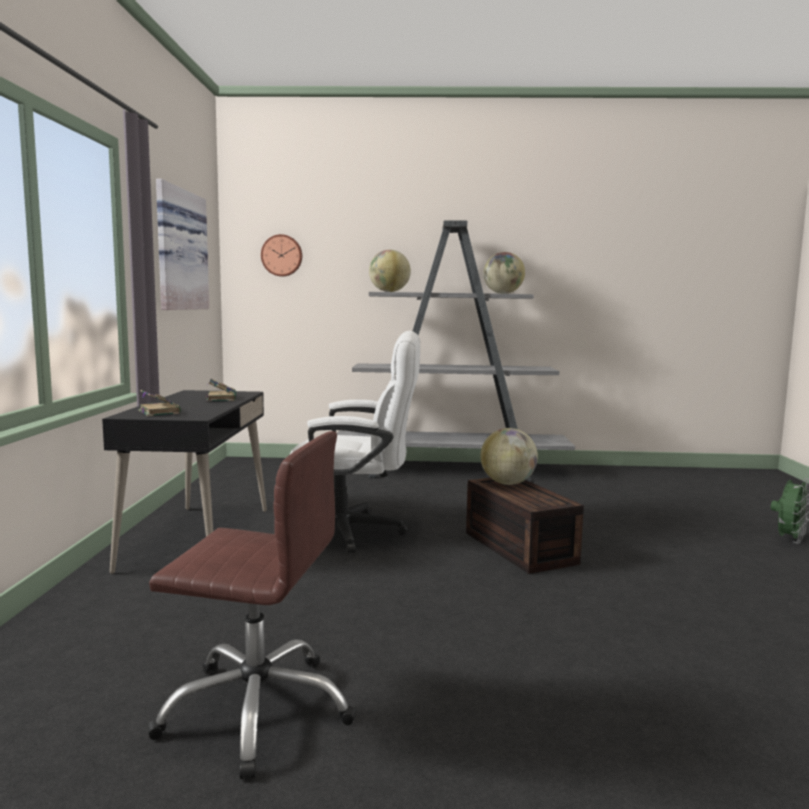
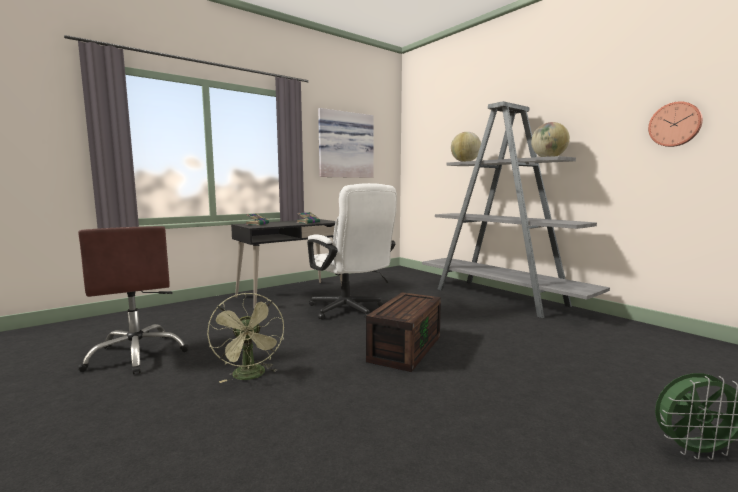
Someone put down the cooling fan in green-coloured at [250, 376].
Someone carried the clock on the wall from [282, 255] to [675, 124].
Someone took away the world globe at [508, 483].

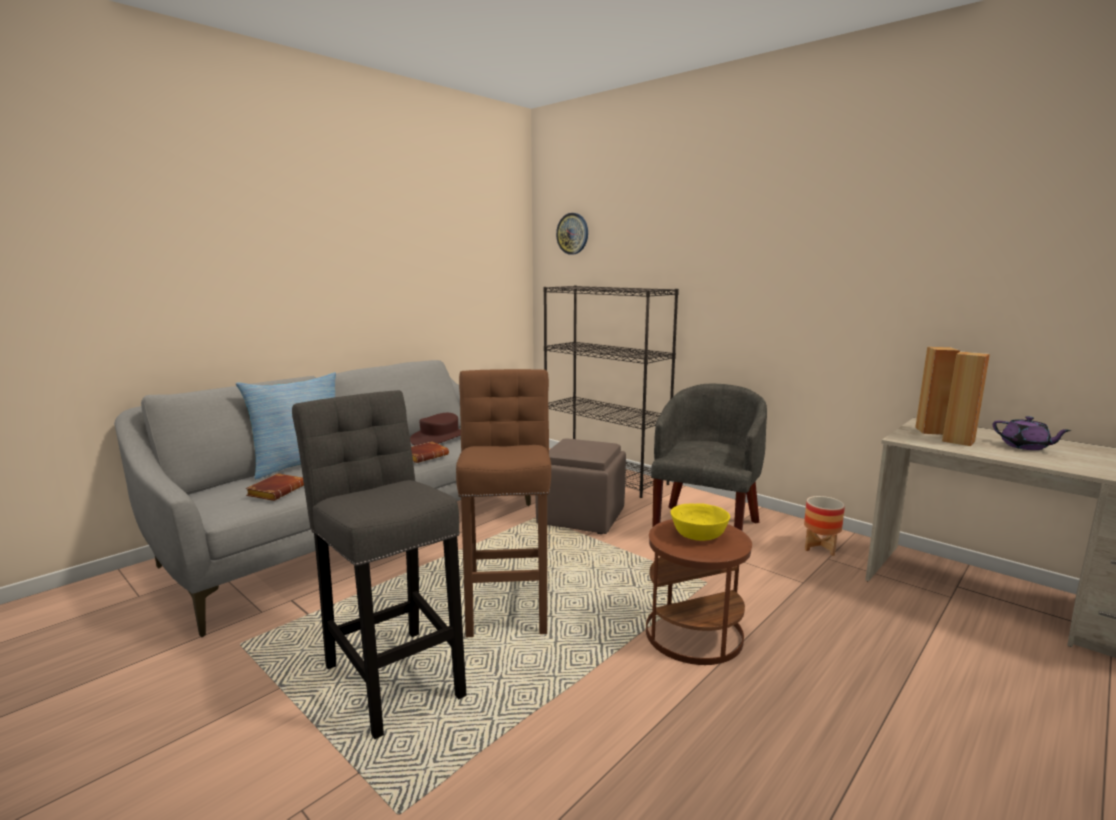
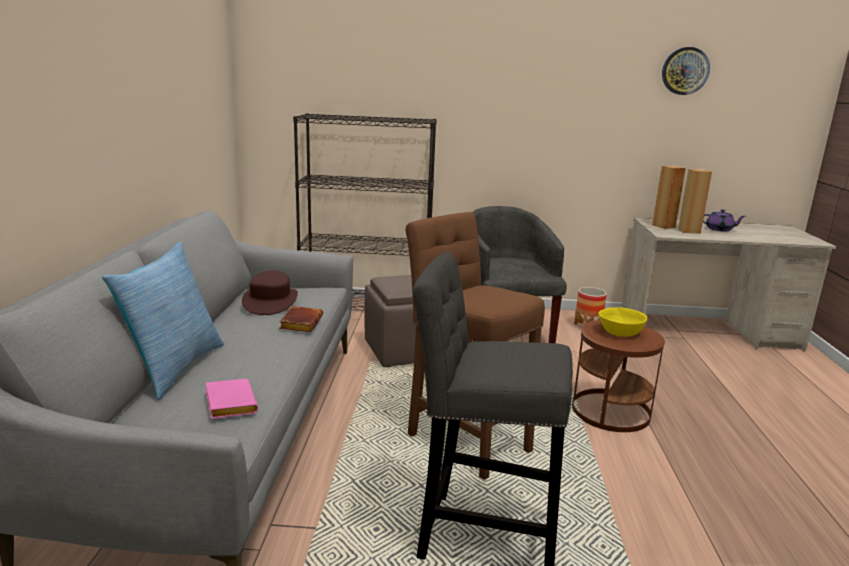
Someone repainted the volume in brown at [276, 491], which became the volume in pink at [228, 403].
Someone carried the clock on the wall from [572, 233] to [685, 71].

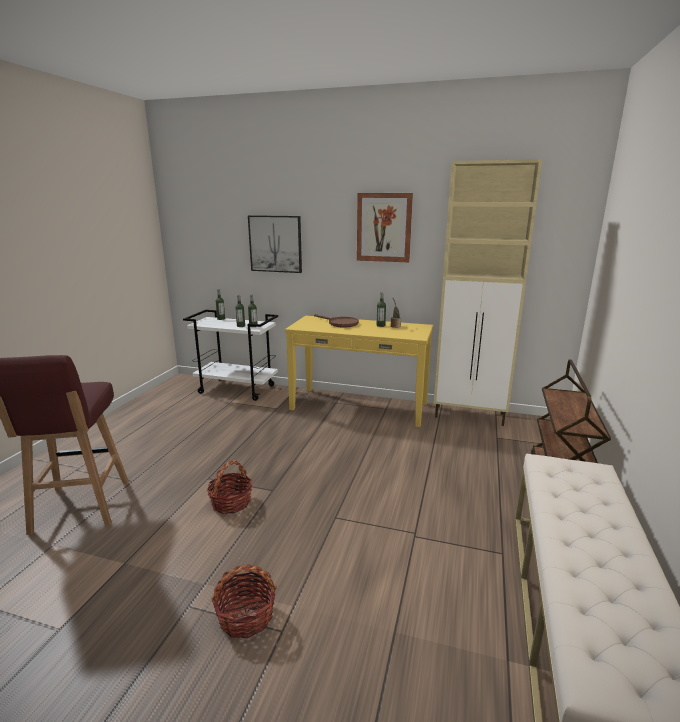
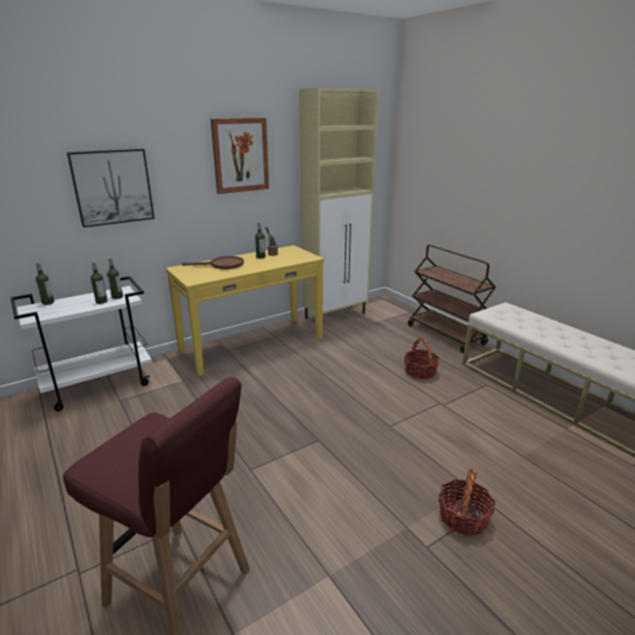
Someone carried the storage basket from [231, 502] to [420, 372].

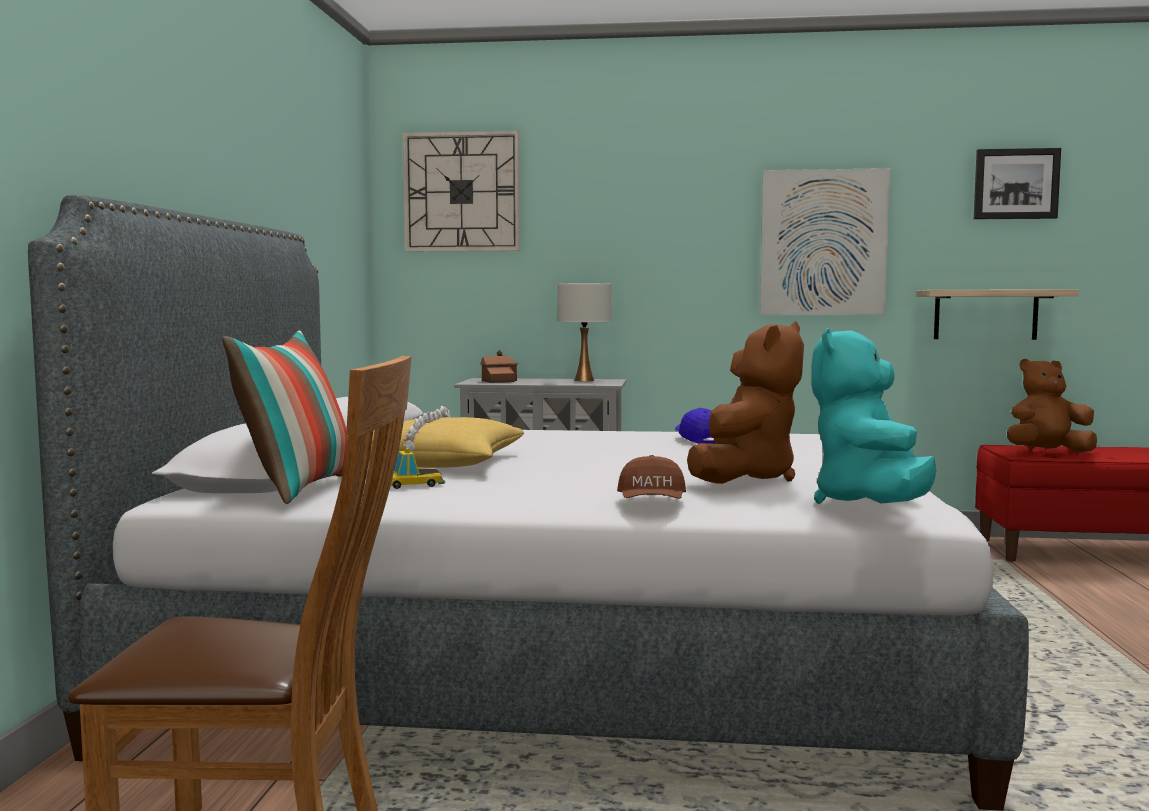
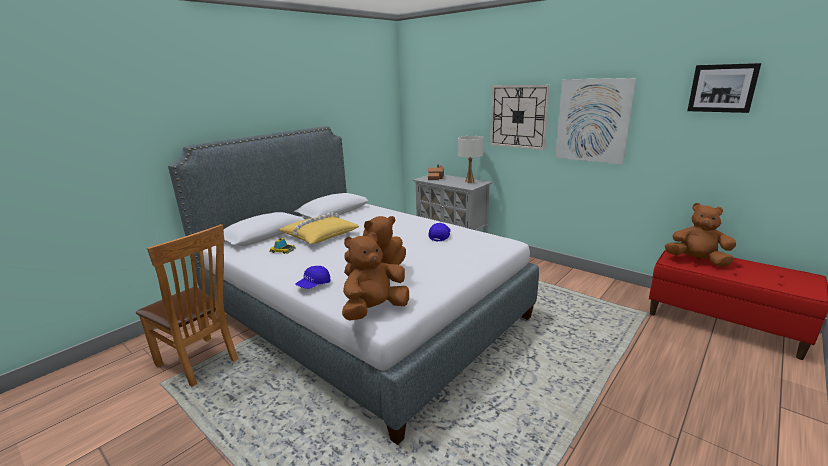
Someone repainted the baseball cap in brown at [652, 504], which became the baseball cap in blue at [313, 285].
Someone repainted the plush toy in blue-green at [871, 506], which became the plush toy in brown at [375, 310].
Someone carried the clock on the wall from [461, 192] to [518, 116].
Someone took away the pillow at [297, 489].
Someone took away the bracket shelf at [985, 314].

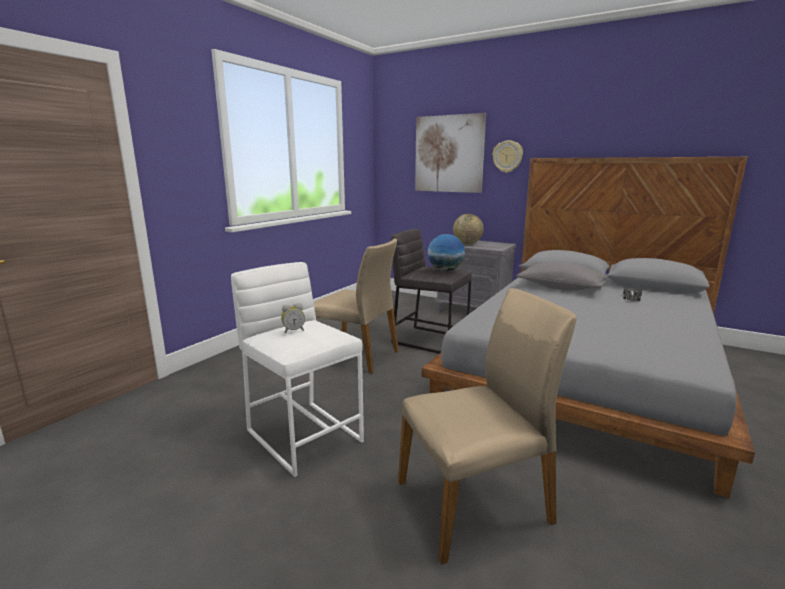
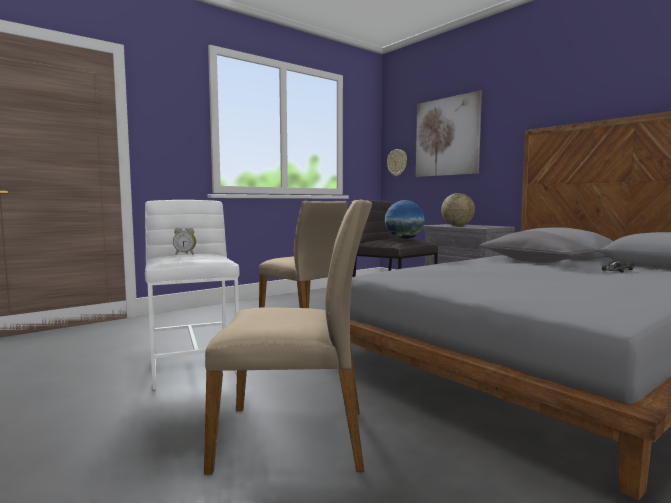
Someone carried the clock on the wall from [507, 156] to [397, 162].

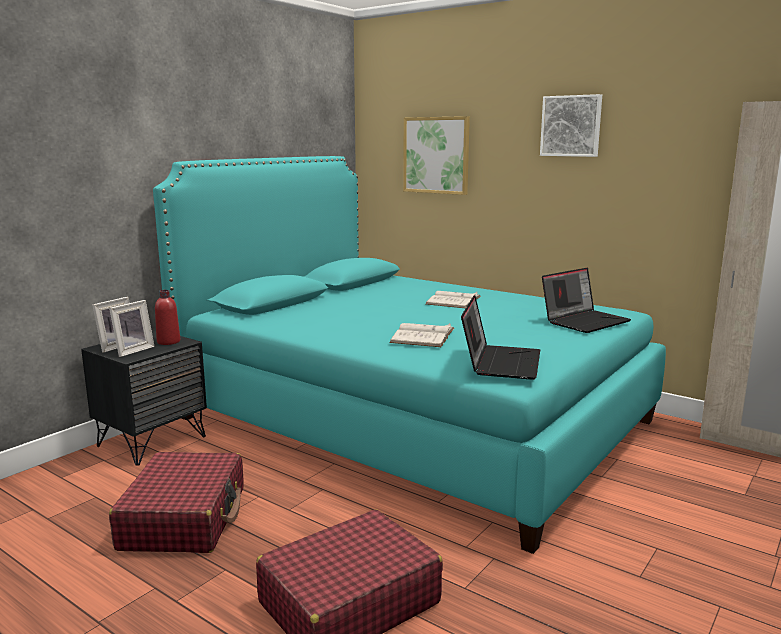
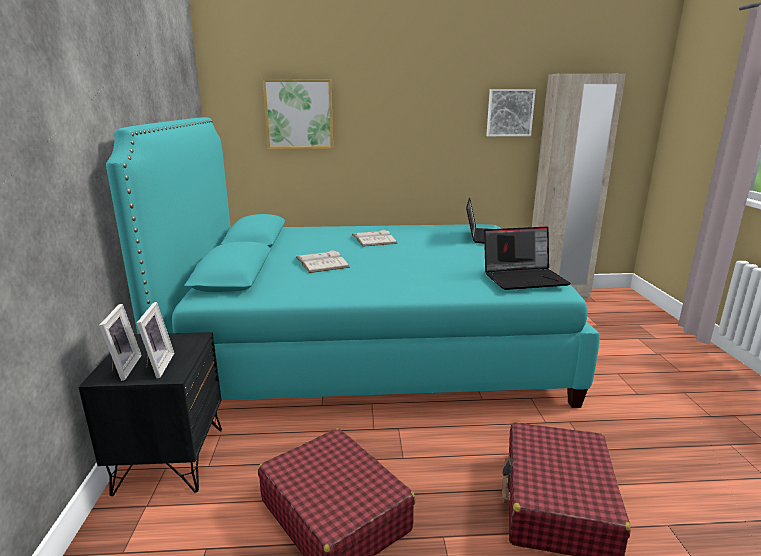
Someone carried the volume in white from [423, 335] to [322, 262].
Someone rotated the notebook computer at [500, 362] by 105 degrees clockwise.
Someone carried the picture from [571, 126] to [509, 112].
Someone took away the drink bottle in red at [168, 342].

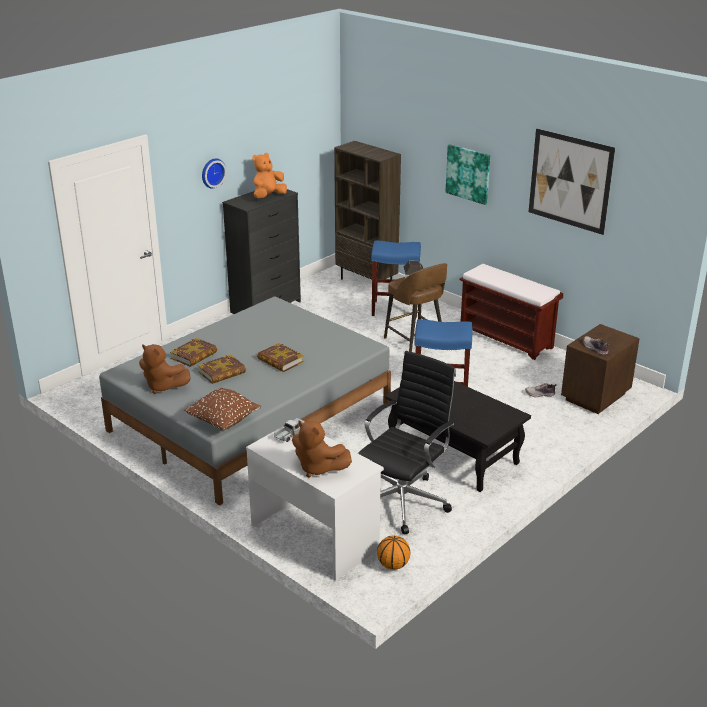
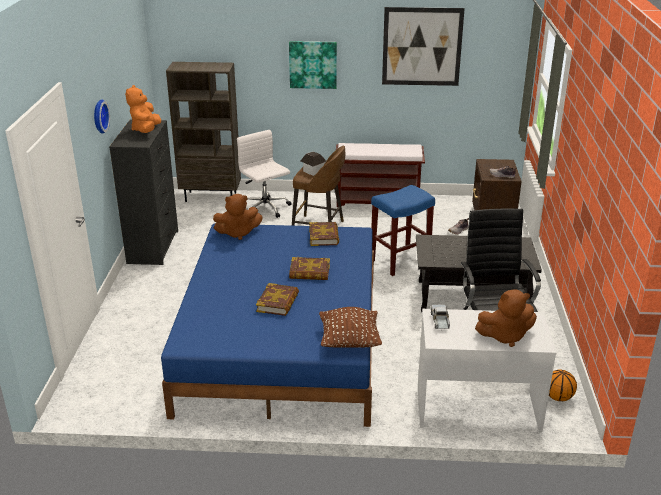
Someone repainted the bedroom bed in grey at [250, 417], which became the bedroom bed in blue at [281, 342].
Someone carried the plush toy in brown from [163, 386] to [238, 233].
Someone swapped the stool in blue at [395, 309] for the computer chair in white at [266, 209].
Someone carried the volume from [194, 355] to [324, 237].

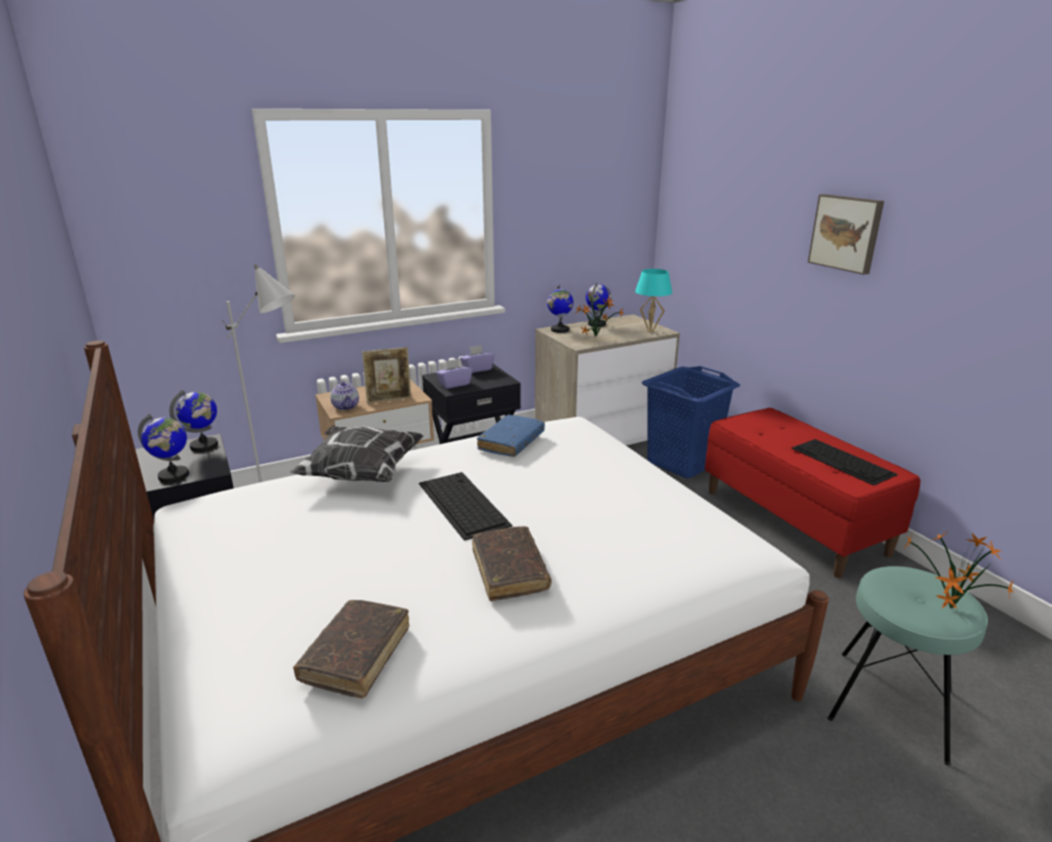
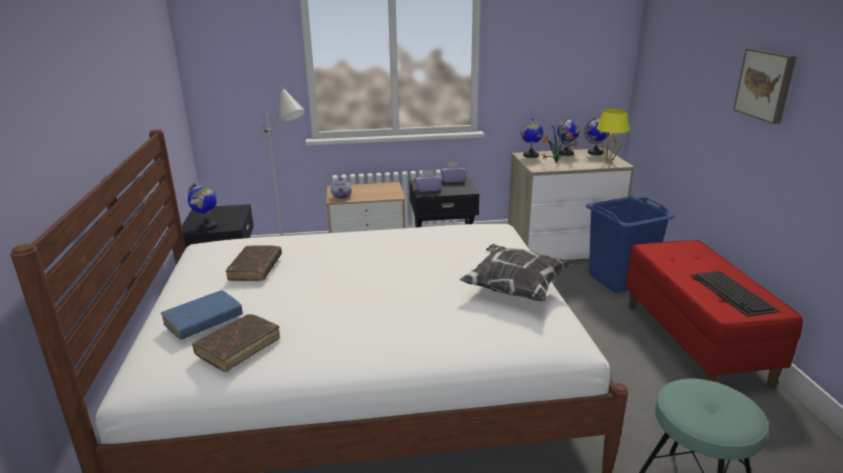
Someone carried the volume in blue from [511, 442] to [203, 321].
Someone carried the volume in brown from [509, 570] to [255, 269].
Someone carried the pillow from [361, 473] to [514, 289].
Someone carried the world globe from [204, 446] to [595, 153].
Someone repainted the tabletop lamp in blue-green at [650, 331], which became the tabletop lamp in yellow at [608, 163].
Someone took away the picture frame at [389, 400].
Someone took away the keyboard at [462, 503].
Someone took away the plant in a pot at [948, 609].

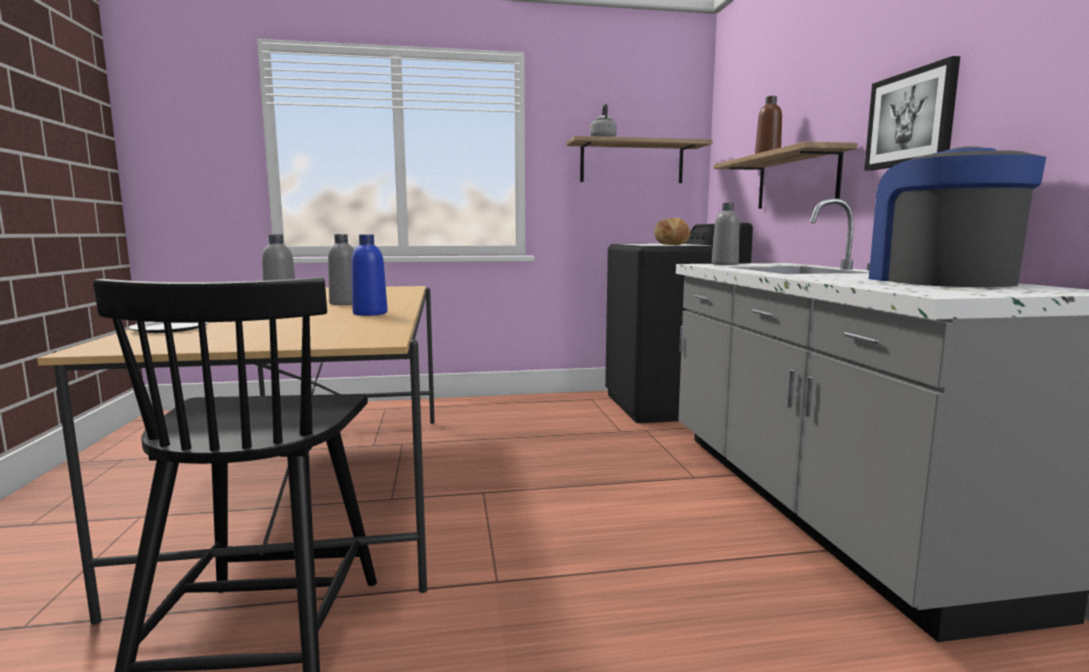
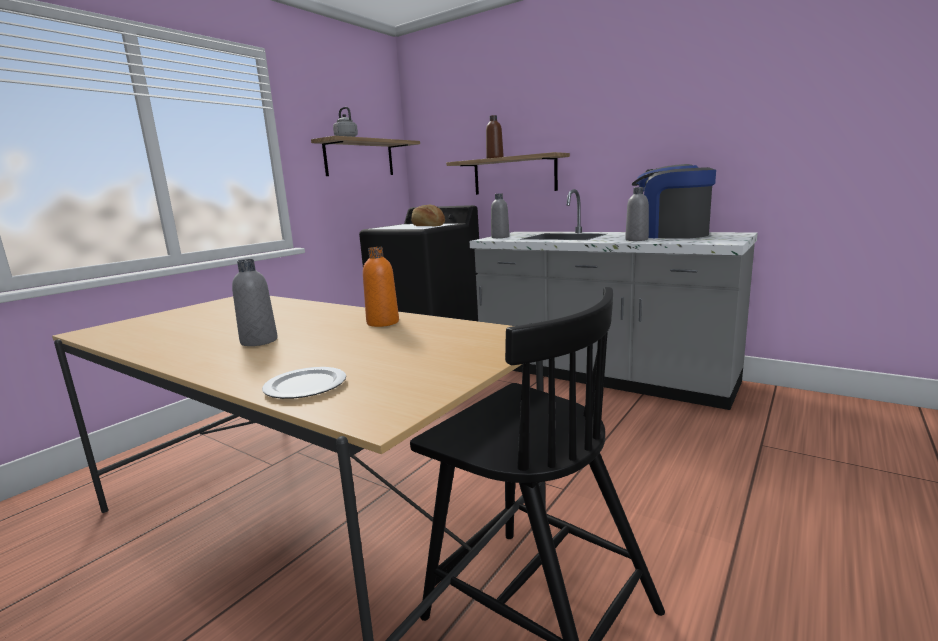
Someone repainted the drink bottle in blue at [370, 313], which became the drink bottle in orange at [383, 323].
Someone carried the drink bottle in grey from [344, 303] to [636, 240].
Someone took away the picture at [911, 119].

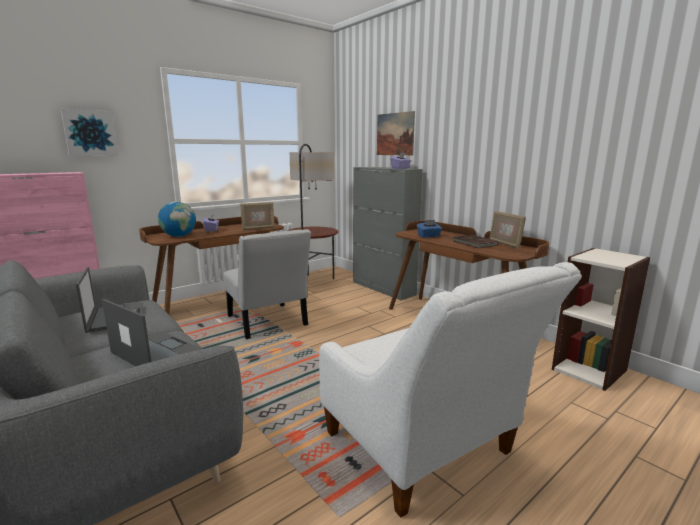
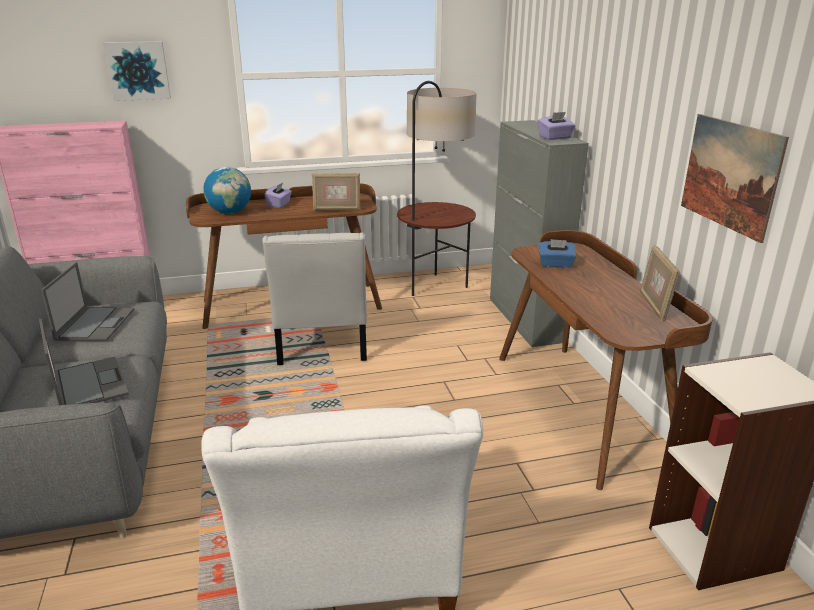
Someone carried the picture from [395, 134] to [730, 175].
Someone took away the volume in brown at [474, 243].

